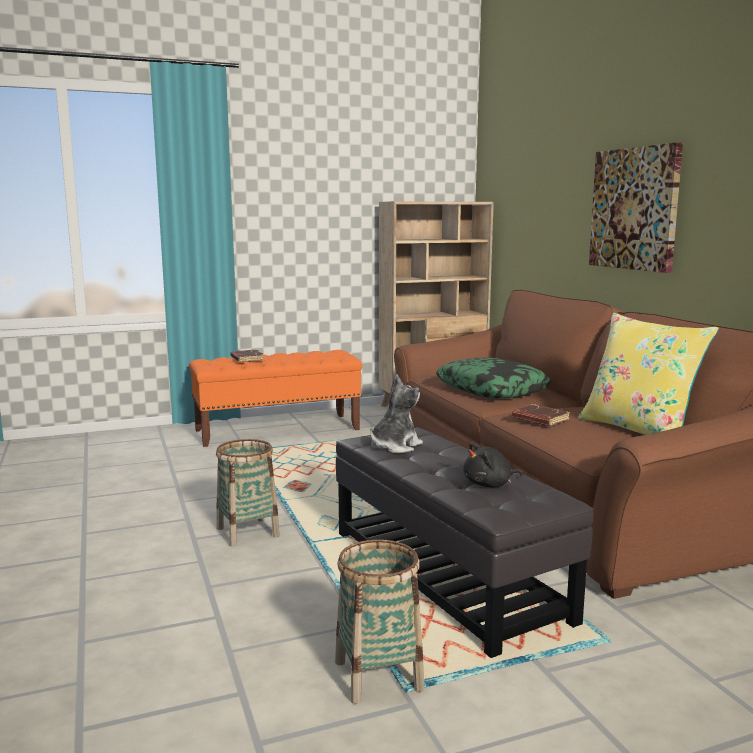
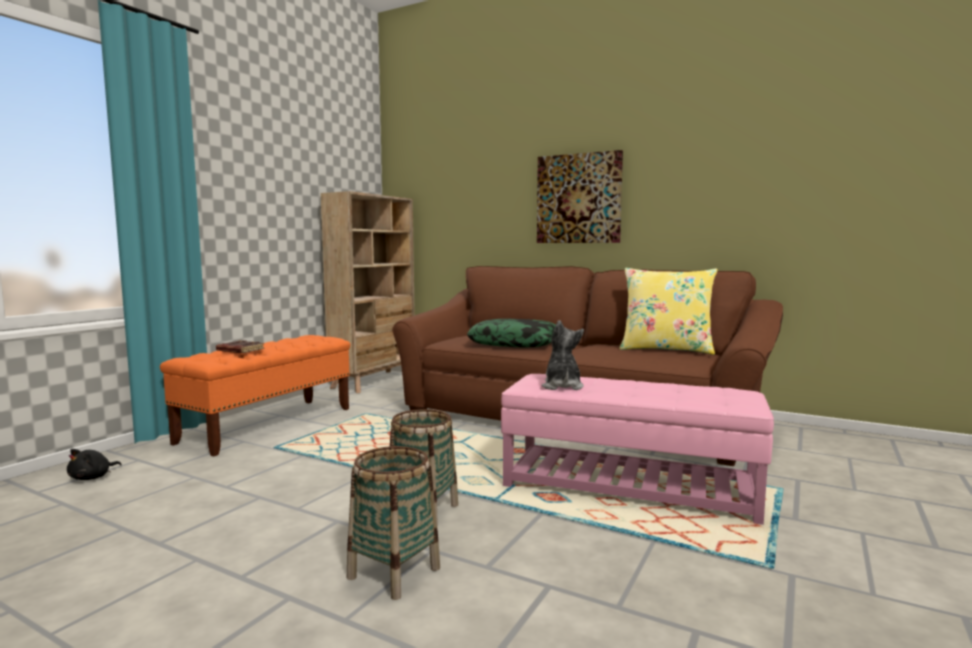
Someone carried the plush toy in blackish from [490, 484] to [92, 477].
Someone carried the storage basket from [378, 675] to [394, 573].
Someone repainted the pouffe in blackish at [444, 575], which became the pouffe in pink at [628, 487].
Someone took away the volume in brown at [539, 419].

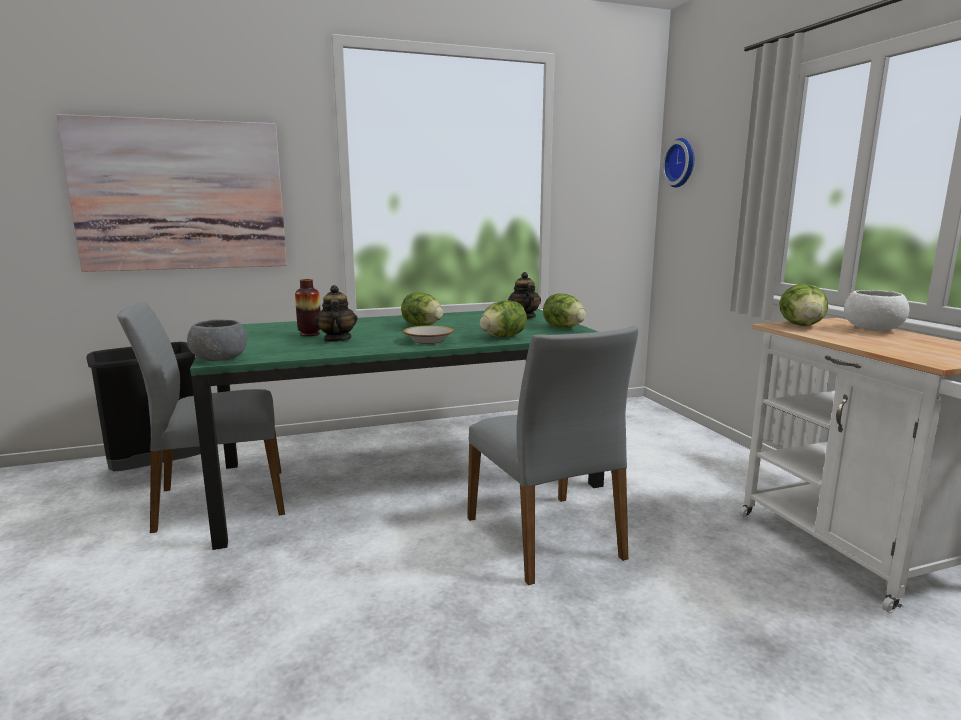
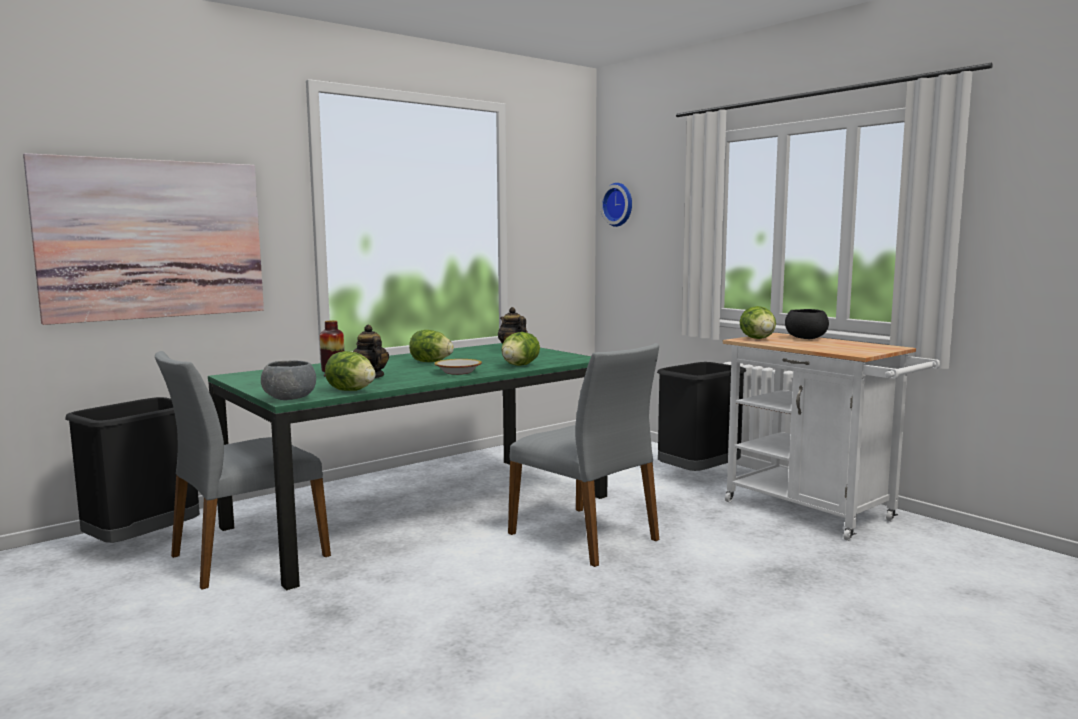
Someone carried the lettuce head from [563, 328] to [351, 391].
Someone put down the rubbish bin in blackish at [699, 475].
Someone repainted the deep dish in white at [872, 329], which became the deep dish in blackish at [805, 338].

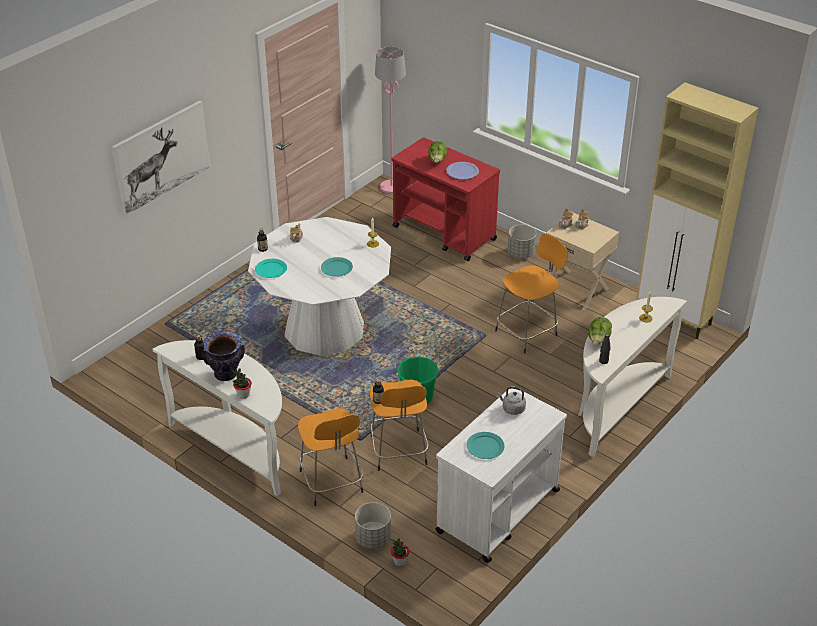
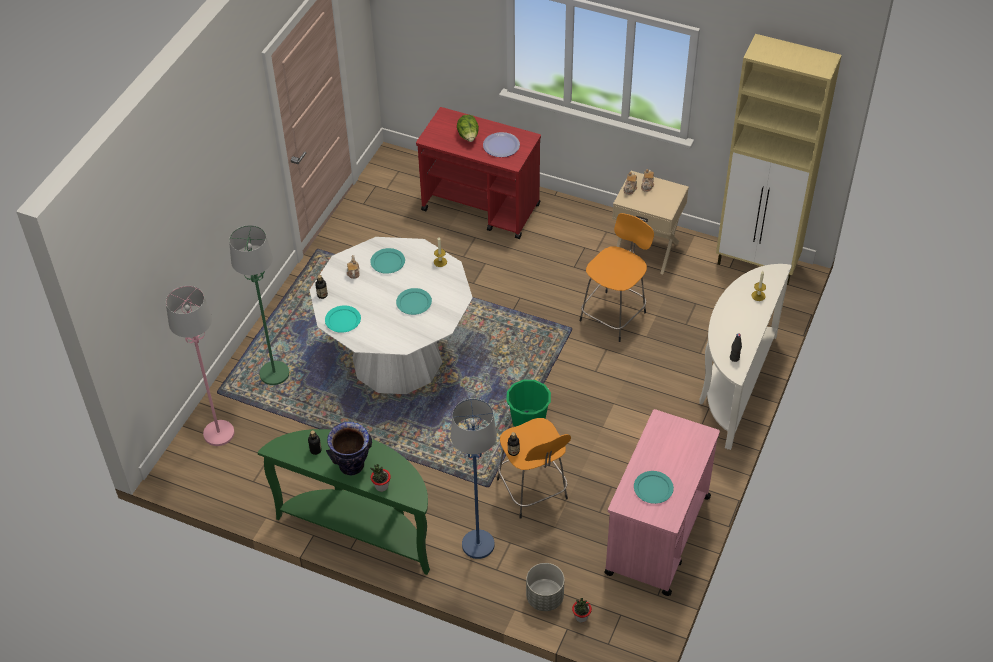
Someone carried the floor lamp in pink from [391, 187] to [218, 433].
Someone put down the floor lamp in green-coloured at [274, 374].
Someone repainted the narrow table in white at [236, 448], which became the narrow table in green-coloured at [361, 528].
Someone put down the plate in blue-green at [387, 262].
Someone swapped the stool in orange at [331, 483] for the floor lamp in blue at [478, 545].
Someone repainted the trolley in white at [497, 511], which became the trolley in pink at [657, 535].
Someone took away the picture at [161, 156].
Someone took away the tea kettle in grey at [512, 408].
Someone took away the planter in grey at [520, 253].
Someone took away the lettuce head at [598, 340].

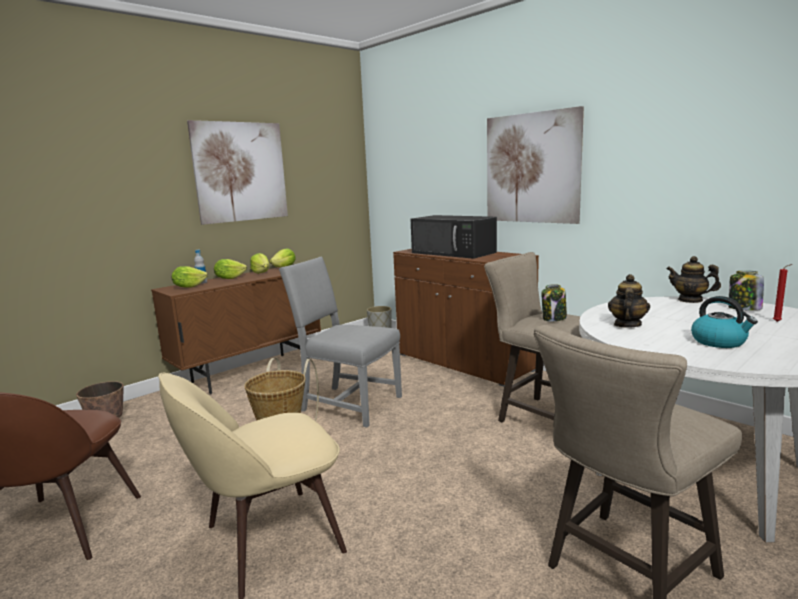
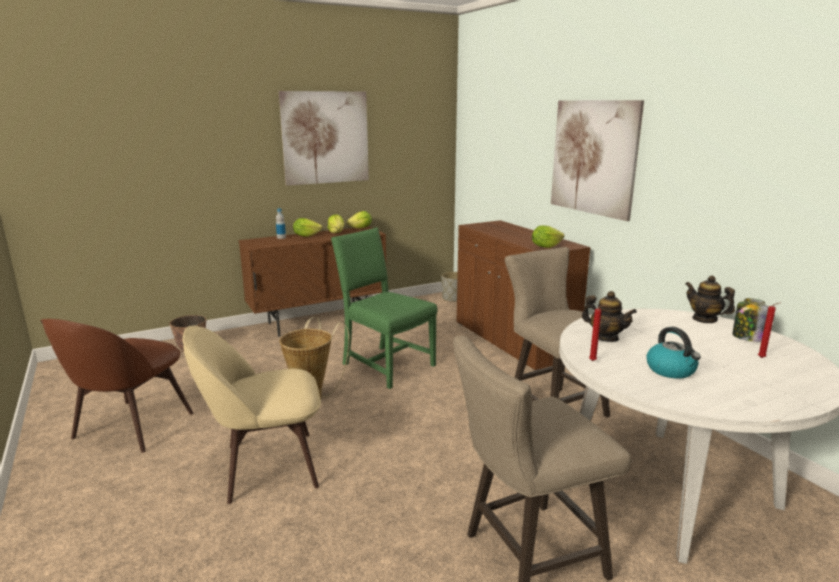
Someone repainted the upright chair in grey at [347, 404], which became the upright chair in green-coloured at [385, 365].
Someone carried the lettuce head from [189, 287] to [545, 247].
Someone rotated the pot for tea at [627, 325] by 90 degrees clockwise.
Someone put down the wax candle in red at [594, 361].
Someone took away the microwave oven in blackish at [454, 252].
Someone took away the jar at [554, 318].

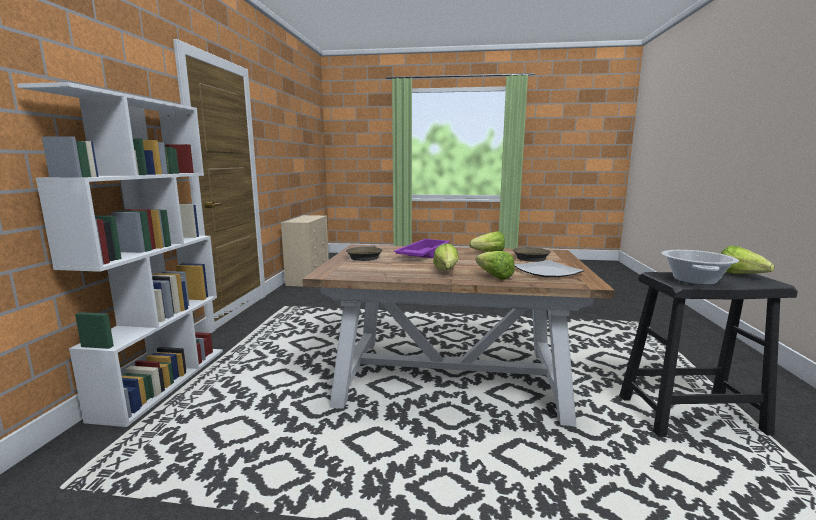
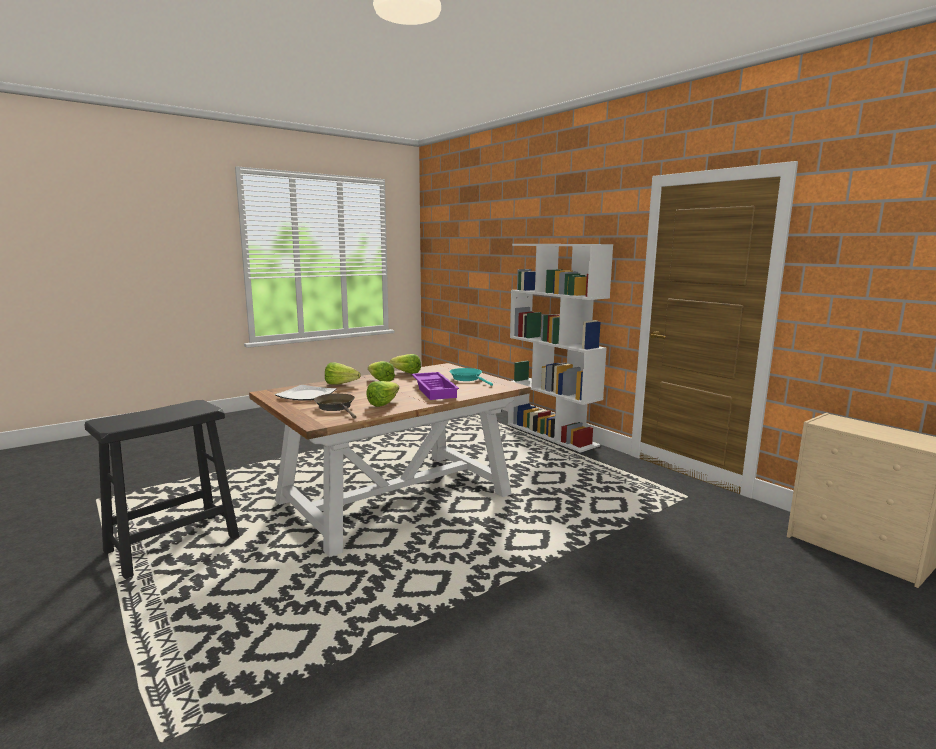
Someone carried the lettuce head from [743, 276] to [404, 373].
Someone repainted the skillet in brown at [365, 257], which became the skillet in blue-green at [468, 379].
Someone took away the cooking pot at [695, 280].

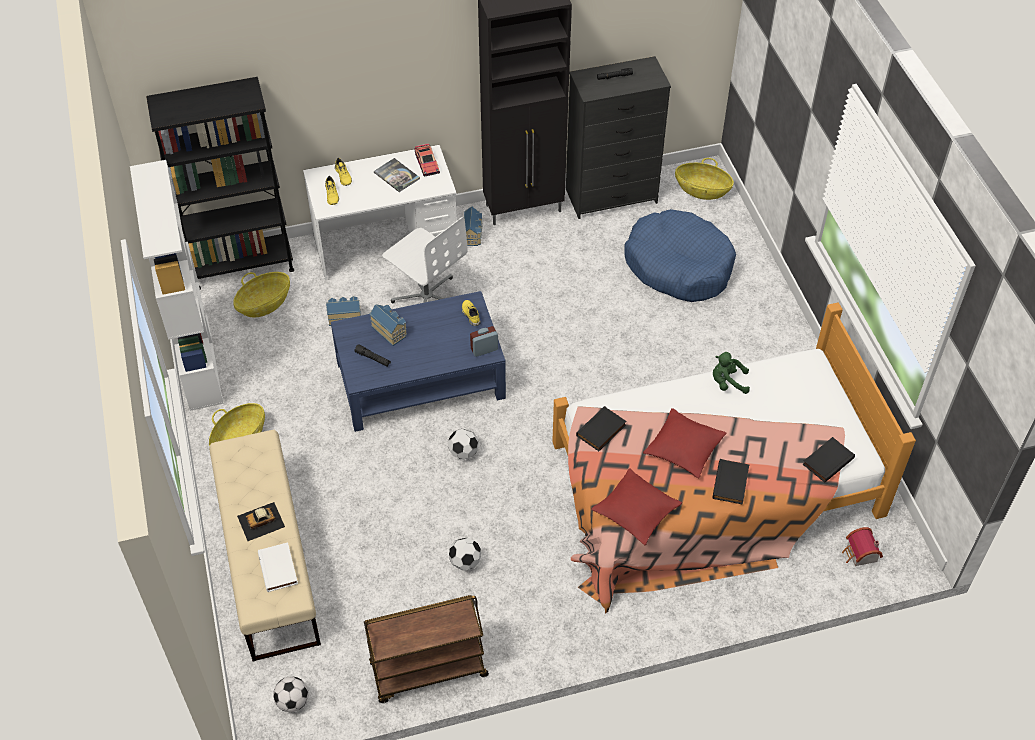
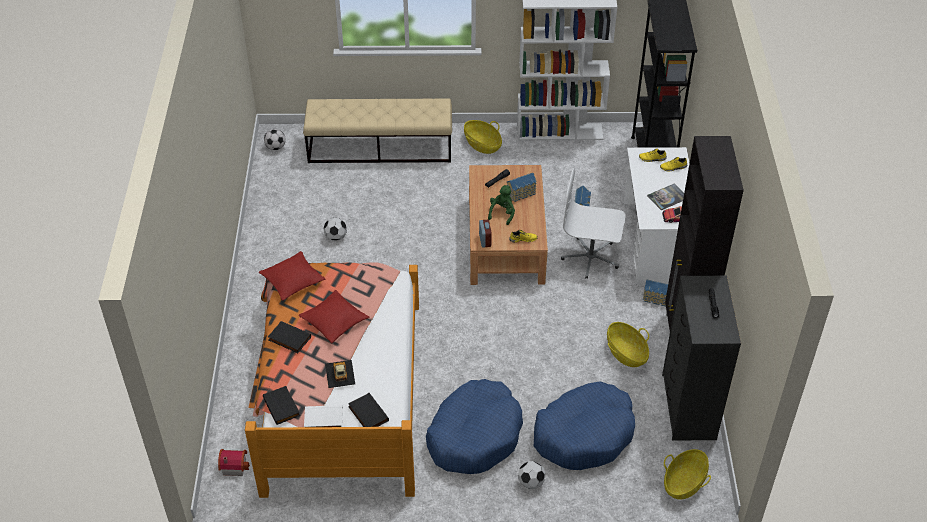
Someone carried the volume in white from [279, 569] to [323, 420].
Someone carried the toy car from [261, 521] to [339, 374].
Someone carried the volume in blackish from [602, 431] to [367, 414].
Someone put down the pet bed in blue at [474, 435].
Someone repainted the low table in blue at [419, 380], which became the low table in brown at [505, 240].
Someone carried the plush toy in green-coloured from [727, 382] to [502, 213].
Someone carried the football ball from [463, 452] to [531, 482].
Someone rotated the computer chair in white at [427, 297] by 45 degrees clockwise.
Someone carried the storage basket from [264, 304] to [626, 353].
Someone took away the trolley in brown at [428, 671].

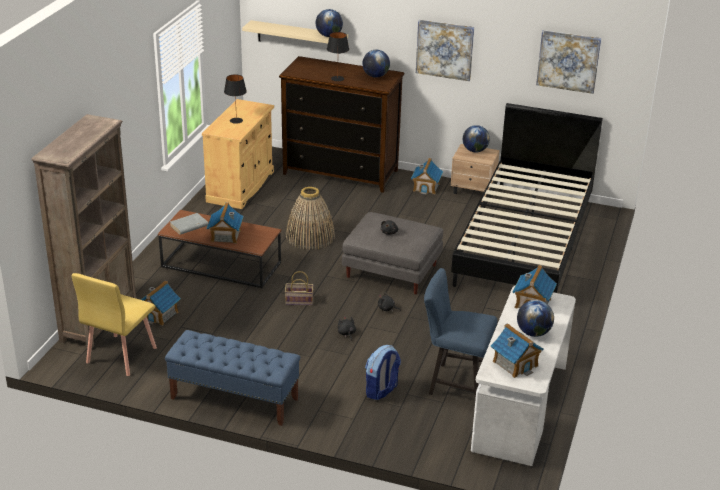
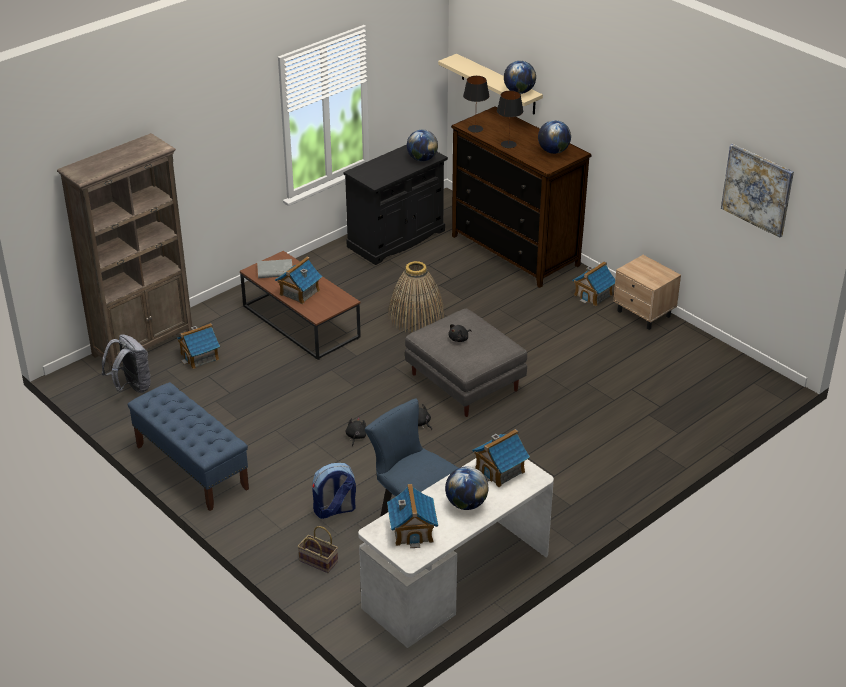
Someone swapped the upright chair in yellow at [120, 355] for the knapsack in grey at [131, 387].
Someone carried the storage basket from [298, 301] to [317, 561].
Someone repainted the cupboard in beige at [241, 186], which became the cupboard in blackish at [396, 239].
Someone carried the world globe from [475, 151] to [422, 159].
Someone carried the tabletop lamp in blackish from [236, 120] to [475, 129].
Someone took away the picture at [444, 49].
Someone took away the bedroom bed in blackish at [524, 242].

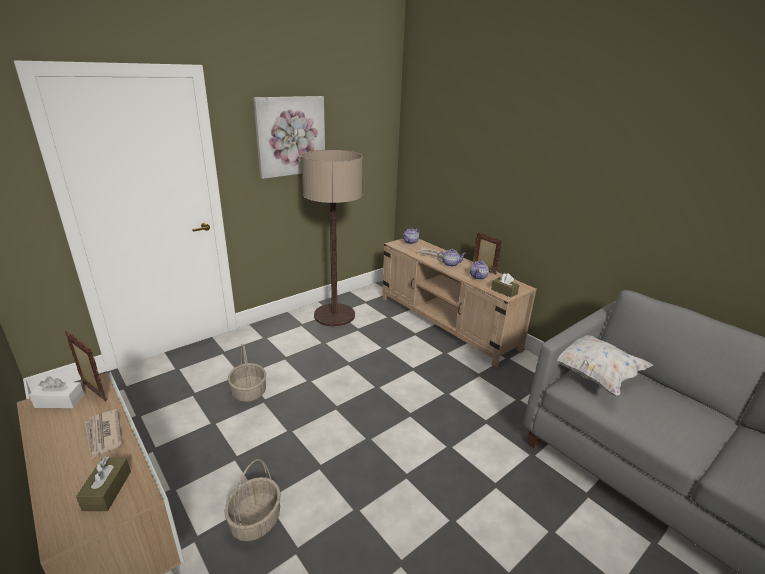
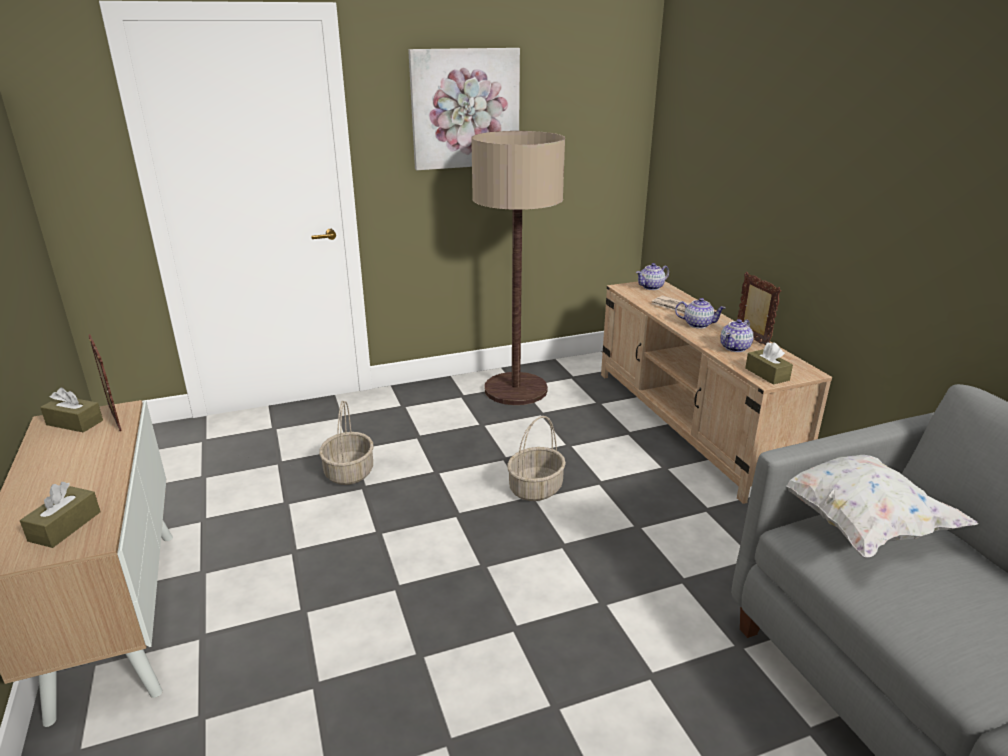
Someone repainted the tissue box in white at [59, 401], which became the tissue box in brown at [74, 422].
Someone carried the storage basket from [255, 521] to [535, 489].
Someone took away the daily paper at [103, 435].

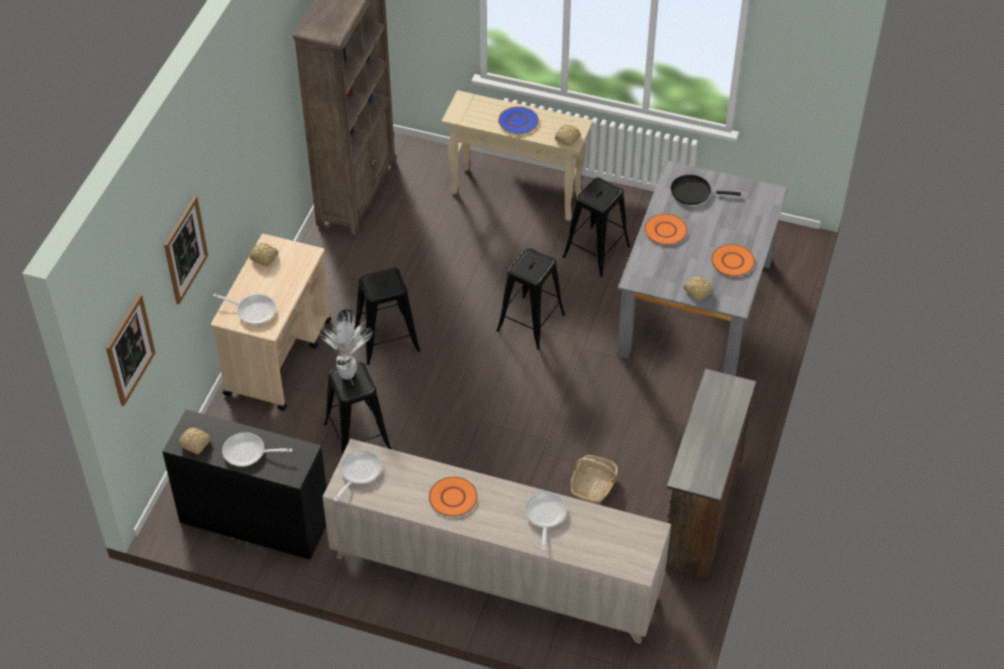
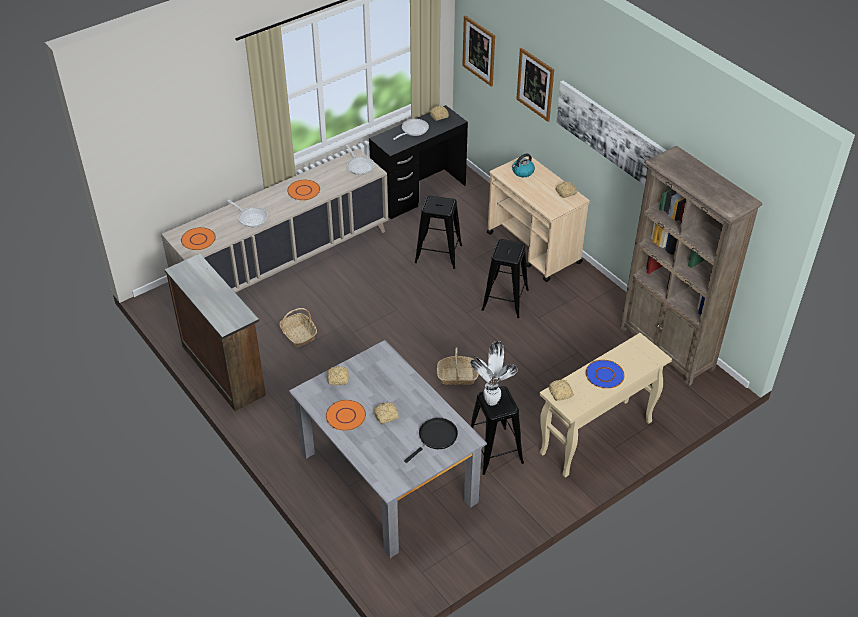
Someone carried the plate in orange from [665, 230] to [198, 240].
Someone put down the bakery bread at [387, 416].
Someone swapped the stool in blackish at [531, 322] for the storage basket at [457, 376].
Someone carried the plant in a pot from [348, 375] to [490, 401].
Someone swapped the skillet at [253, 310] for the tea kettle at [522, 172].
Someone put up the picture at [611, 135].

